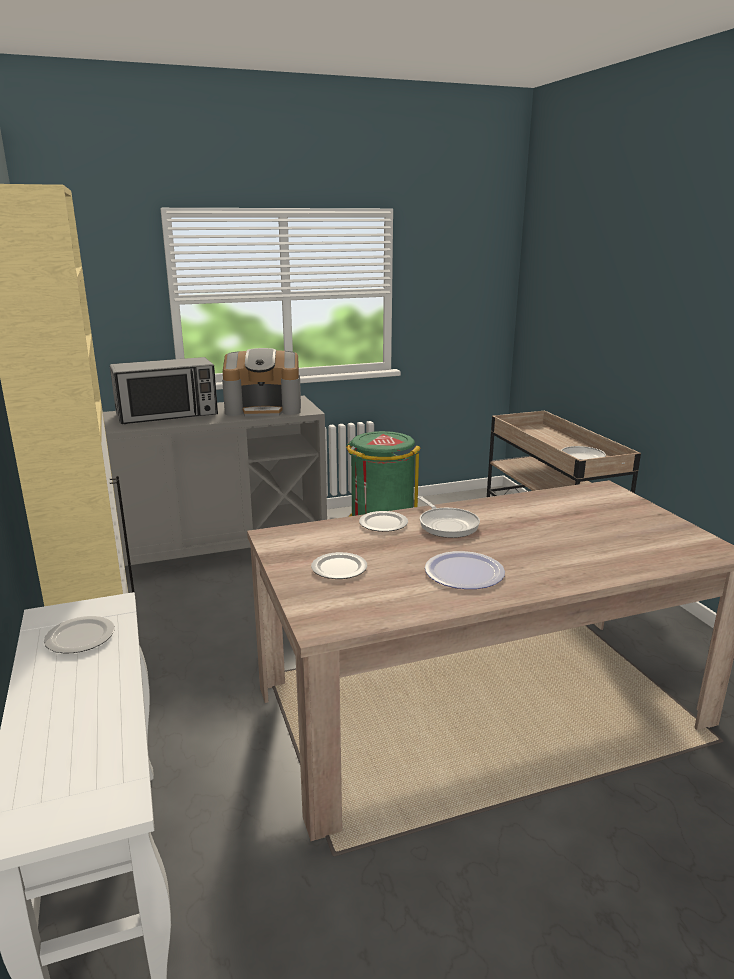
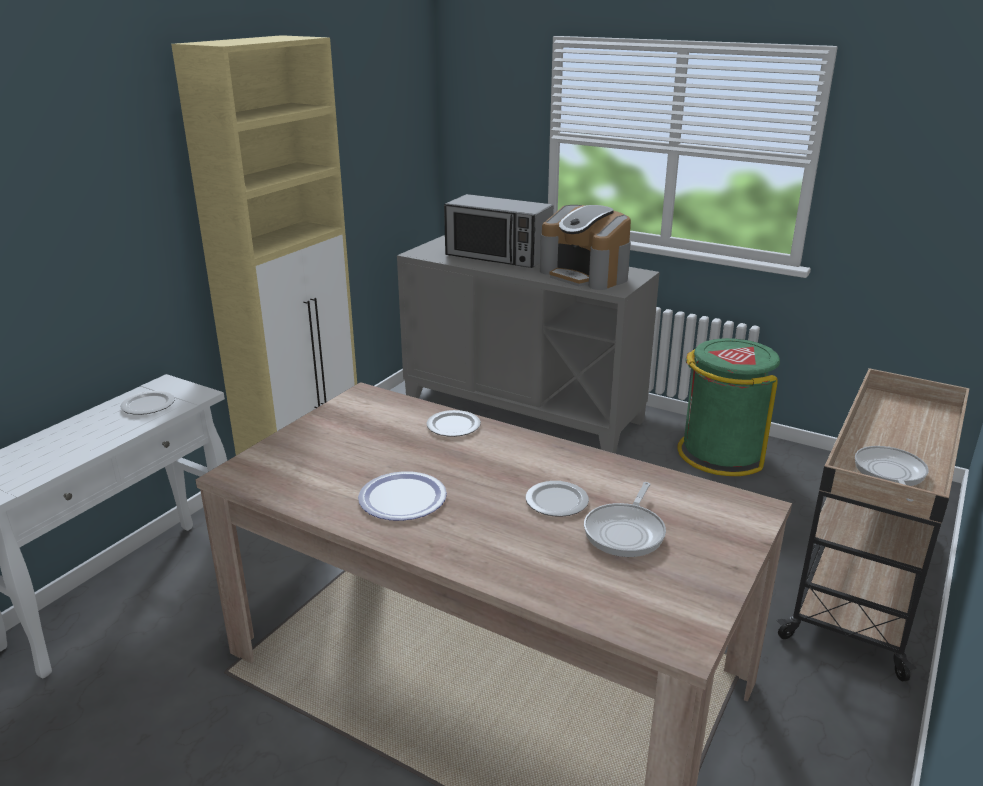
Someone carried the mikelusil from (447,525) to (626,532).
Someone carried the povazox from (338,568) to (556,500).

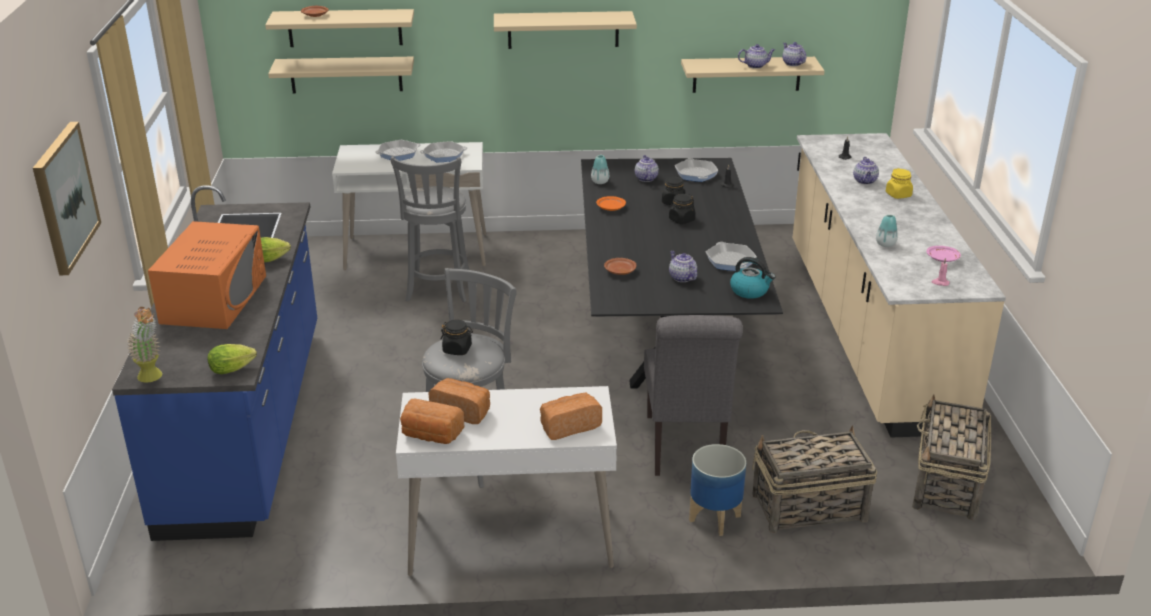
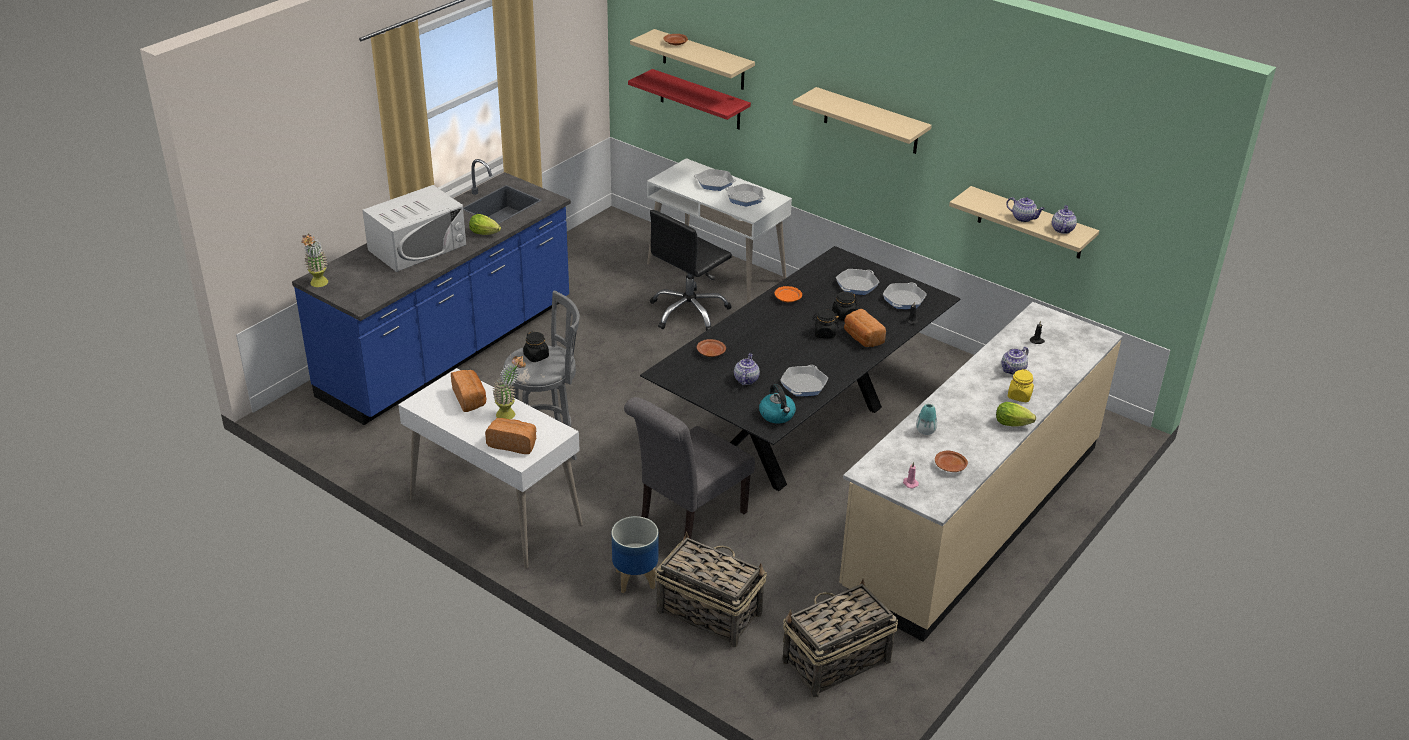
Someone repainted the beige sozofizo at (346,74), which became the red sozofizo at (700,100).
Someone took away the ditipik at (64,197).
Someone took away the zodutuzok at (600,182).
Someone swapped the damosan at (645,178) for the mikelusil at (856,285).
Someone swapped the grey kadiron at (438,290) for the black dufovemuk at (689,312).
Someone repainted the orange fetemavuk at (214,299), which became the white fetemavuk at (417,247).
Someone repainted the pink povazox at (943,259), which became the brown povazox at (950,466).
Someone carried the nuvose from (234,369) to (1014,424).
Someone carried the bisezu from (431,435) to (862,338).
Someone put down the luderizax at (511,414).

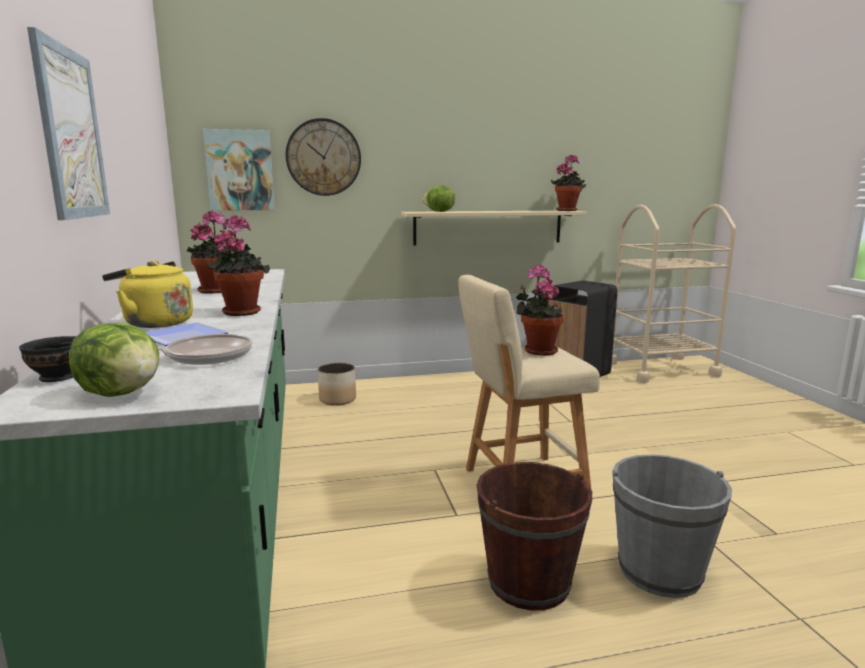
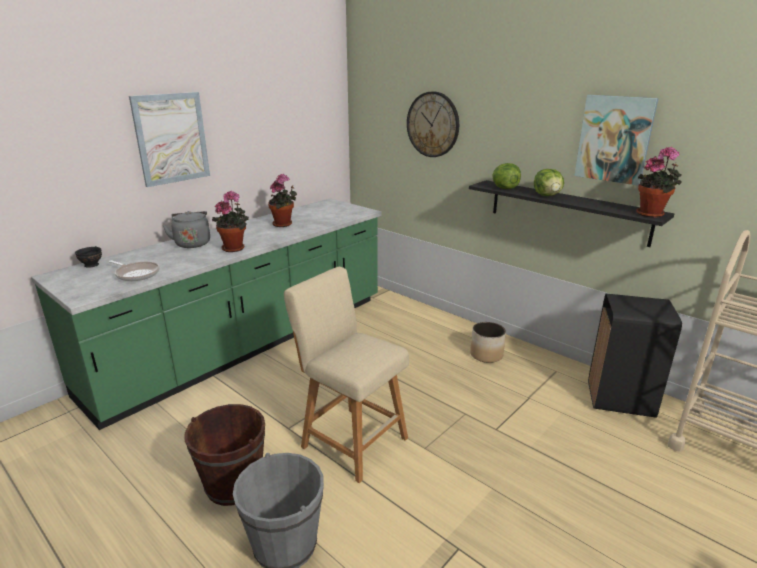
Someone carried the ditipik from (240,170) to (614,139).
Someone repainted the beige sozofizo at (488,227), which became the black sozofizo at (567,211).
Someone repainted the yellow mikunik at (155,323), which became the grey mikunik at (192,243).
Someone took away the luderizax at (537,351).
Someone carried the nuvose from (123,393) to (547,195).
Someone took away the povazox at (184,337).
Someone carried the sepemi from (337,399) to (486,355).

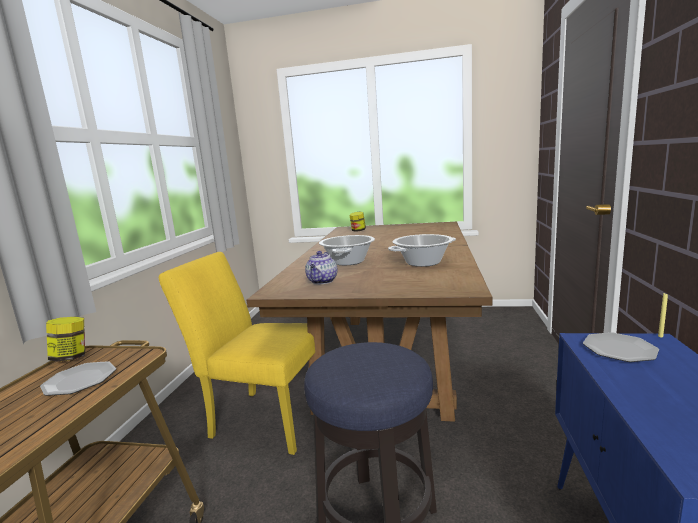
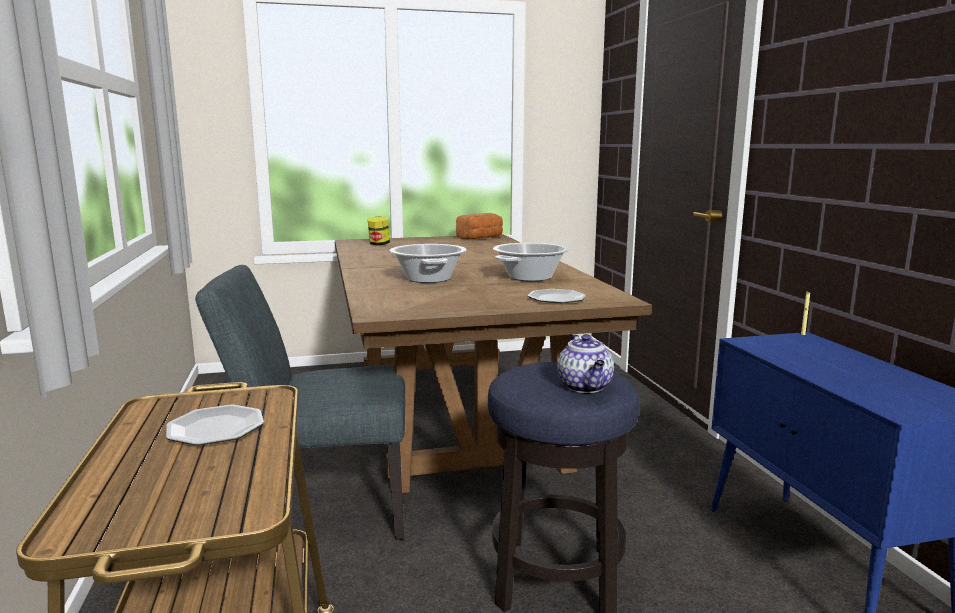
Someone carried the damosan from (322,281) to (585,387).
Someone repainted the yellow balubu at (262,418), which became the grey balubu at (322,510).
Someone took away the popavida at (71,357).
Someone carried the povazox from (619,350) to (556,299).
Someone put down the bisezu at (481,238).

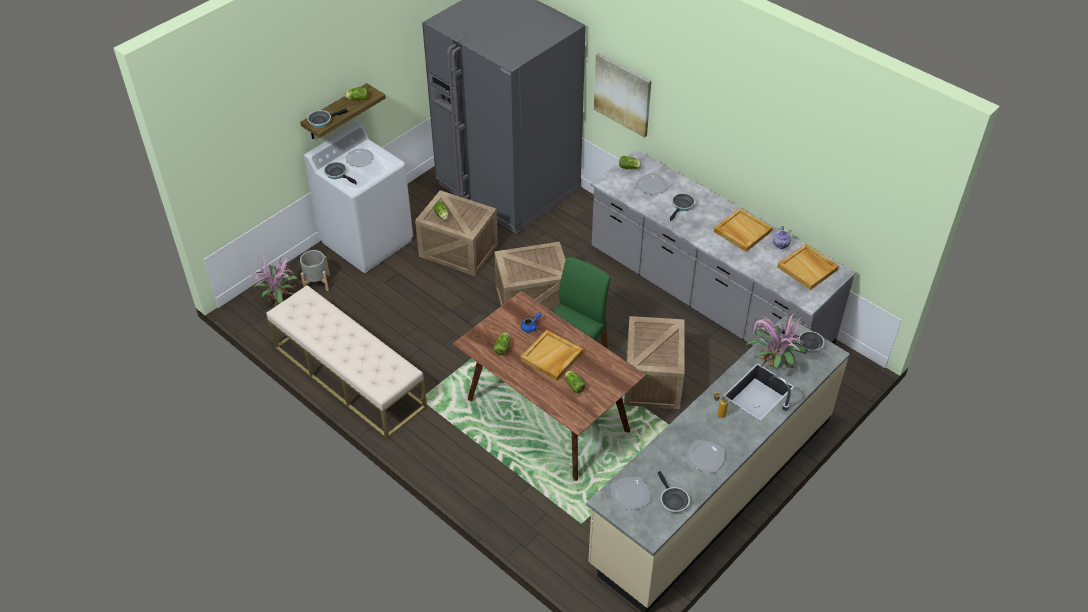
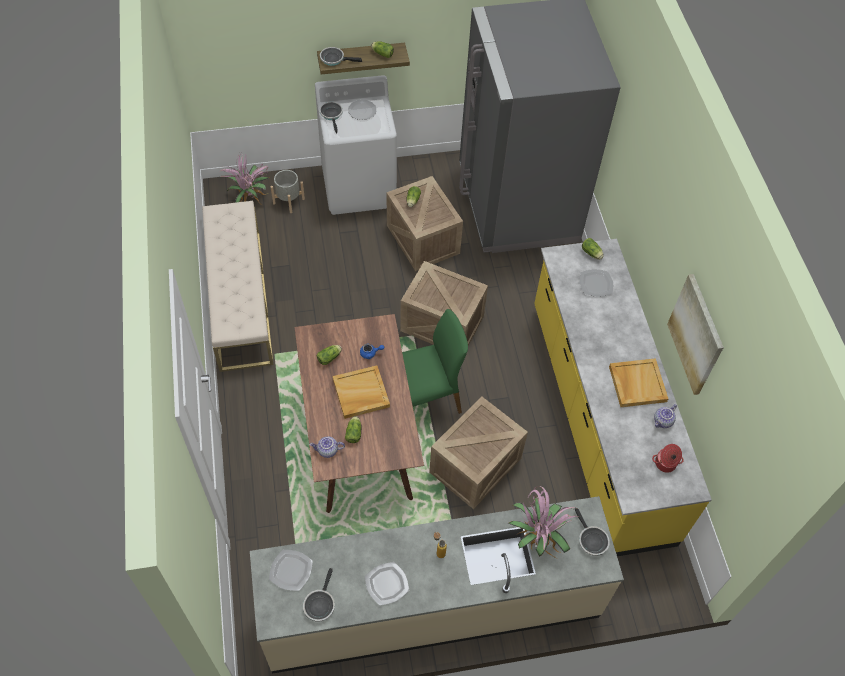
Someone carried the ditipik from (623,94) to (696,334).
Someone repainted the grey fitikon at (707,298), which became the yellow fitikon at (598,420).
Someone took away the mikelusil at (682,206).
Someone swapped the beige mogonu at (808,268) for the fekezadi at (665,464).
Someone put down the damosan at (327,451).

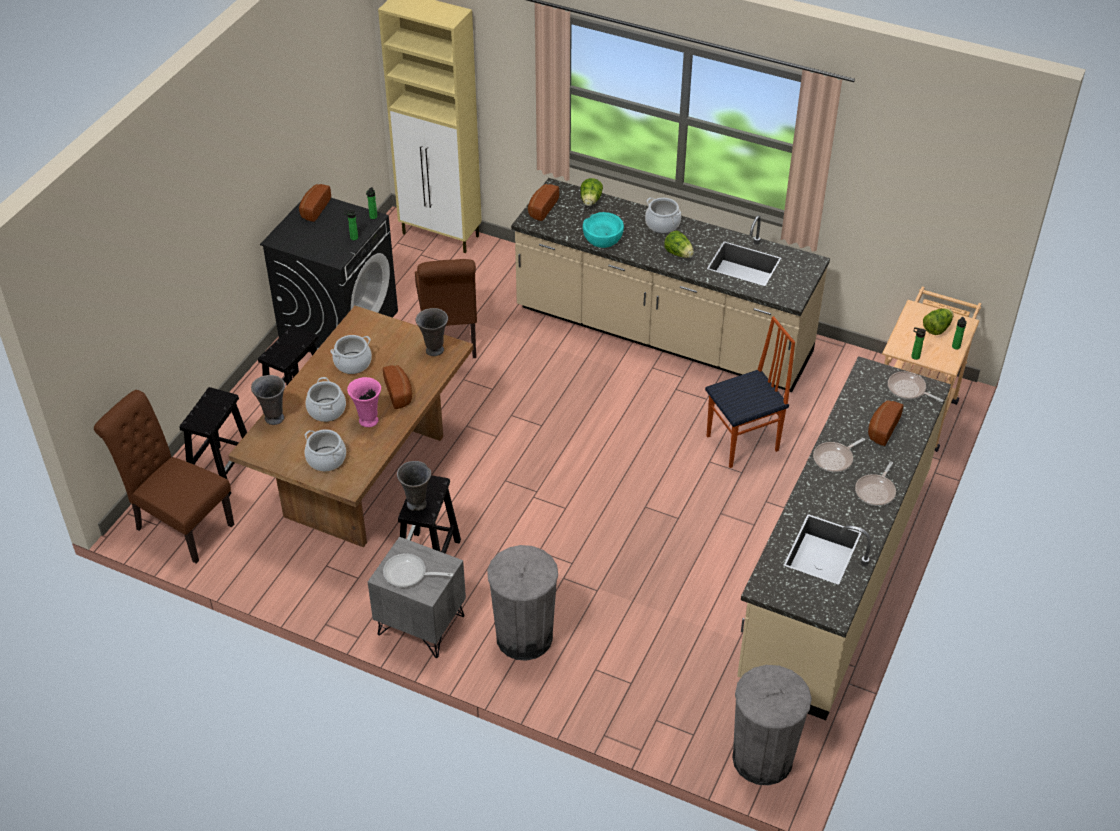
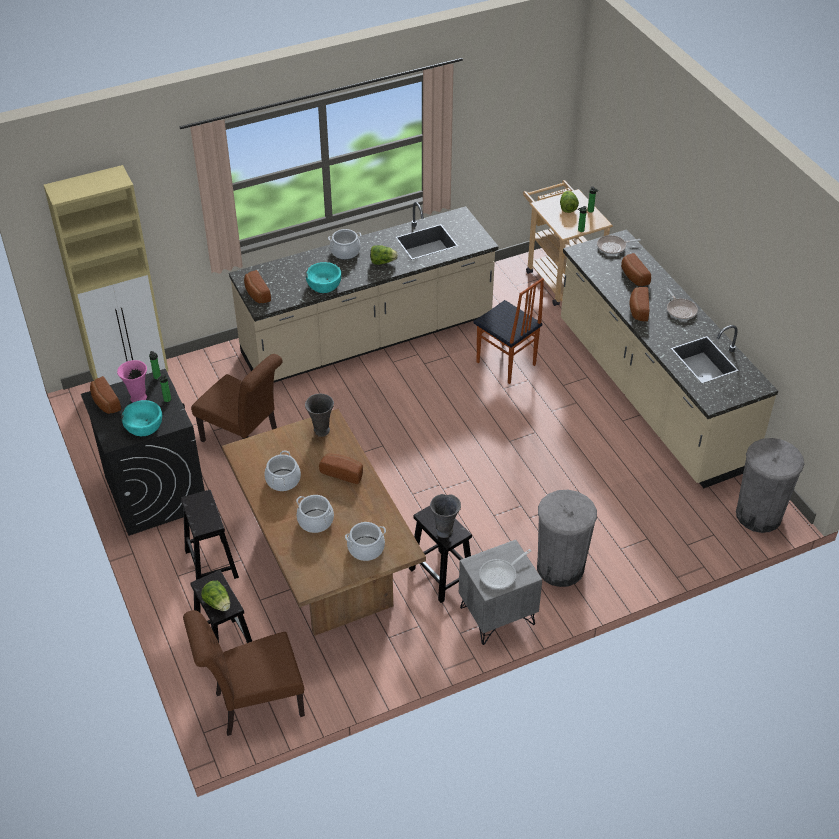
Someone carried the nuvose from (590,201) to (218,603).
Someone rotated the balubu at (743,444) by 120 degrees clockwise.
Someone took away the grey zodutuzok at (273,418).
Someone carried the pink zodutuzok from (368,420) to (138,398).
Someone swapped the mikelusil at (835,459) for the bisezu at (637,310).
Someone put down the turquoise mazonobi at (143,426).

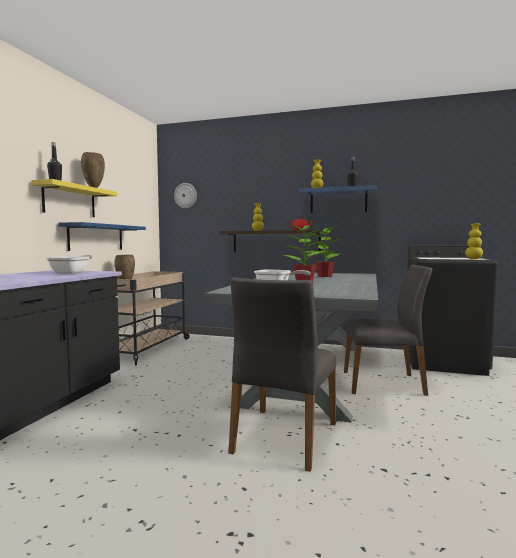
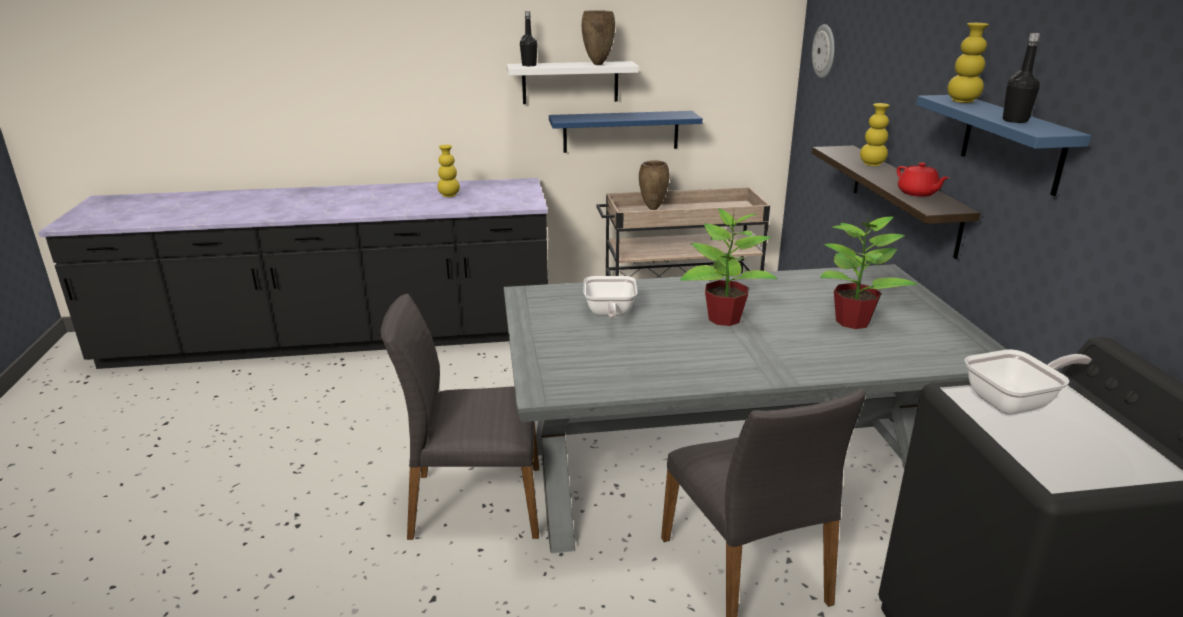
Someone repainted the yellow sozofizo at (69,201), which became the white sozofizo at (570,82).
Someone carried the yellow zodutuzok from (473,259) to (449,195).
Someone carried the mikelusil from (72,273) to (1016,402).

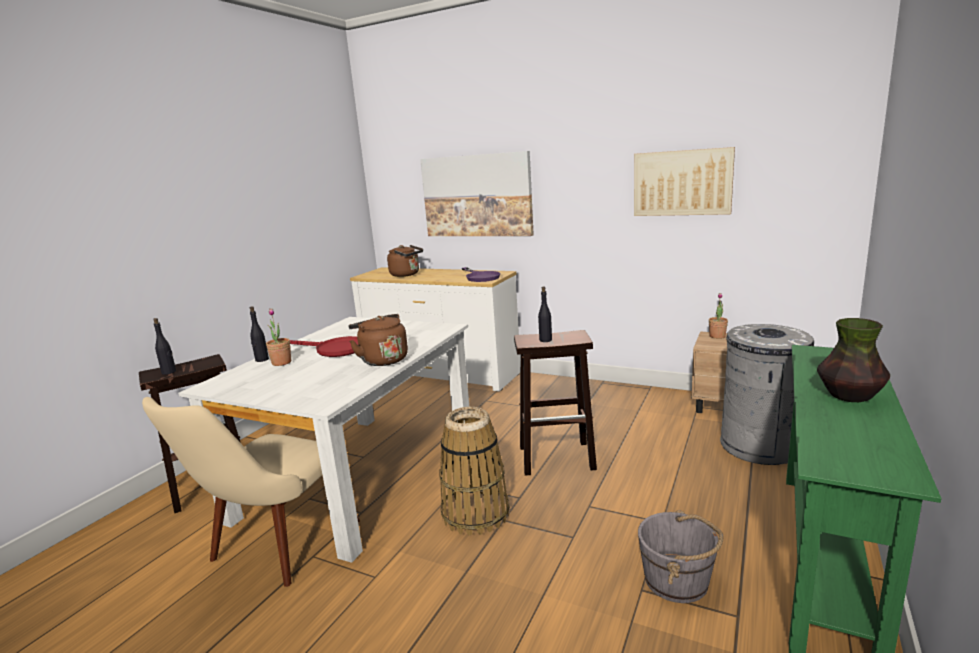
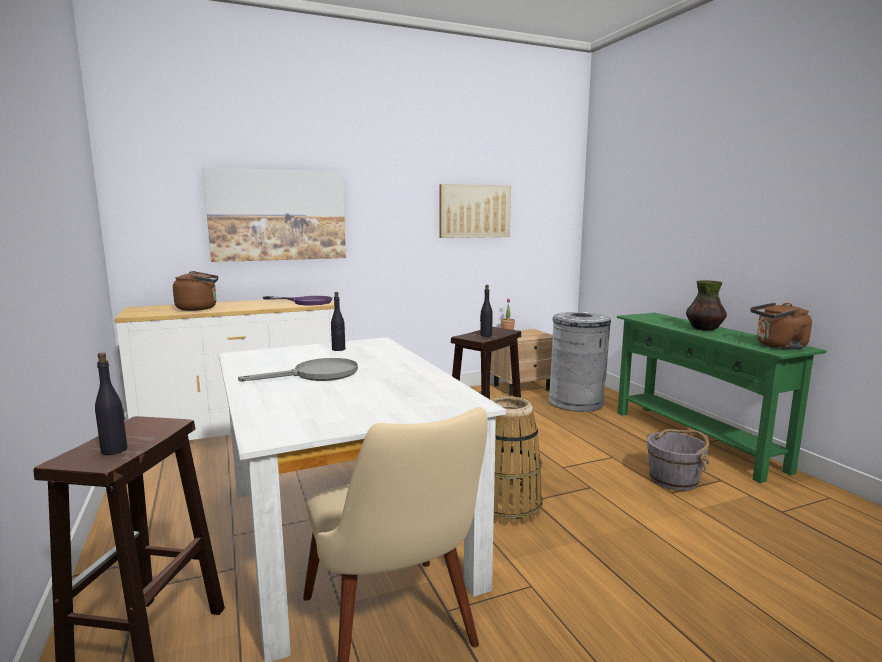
Someone carried the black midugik from (262,360) to (338,349).
Someone took away the luderizax at (281,362).
Someone carried the brown mikunik from (382,360) to (778,346).
Someone repainted the red mikelusil at (335,349), which became the grey mikelusil at (317,375).

